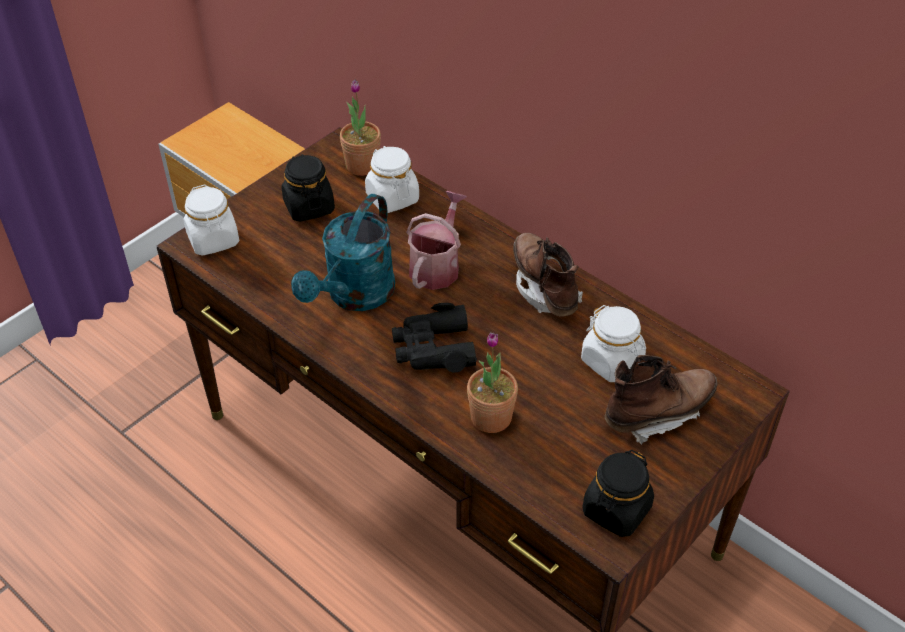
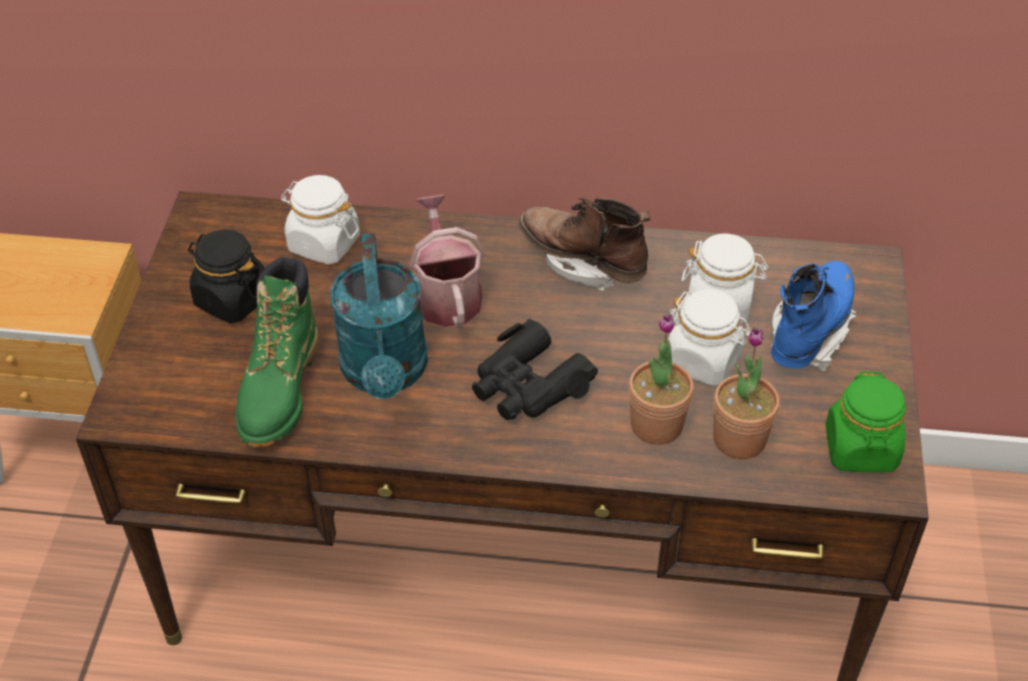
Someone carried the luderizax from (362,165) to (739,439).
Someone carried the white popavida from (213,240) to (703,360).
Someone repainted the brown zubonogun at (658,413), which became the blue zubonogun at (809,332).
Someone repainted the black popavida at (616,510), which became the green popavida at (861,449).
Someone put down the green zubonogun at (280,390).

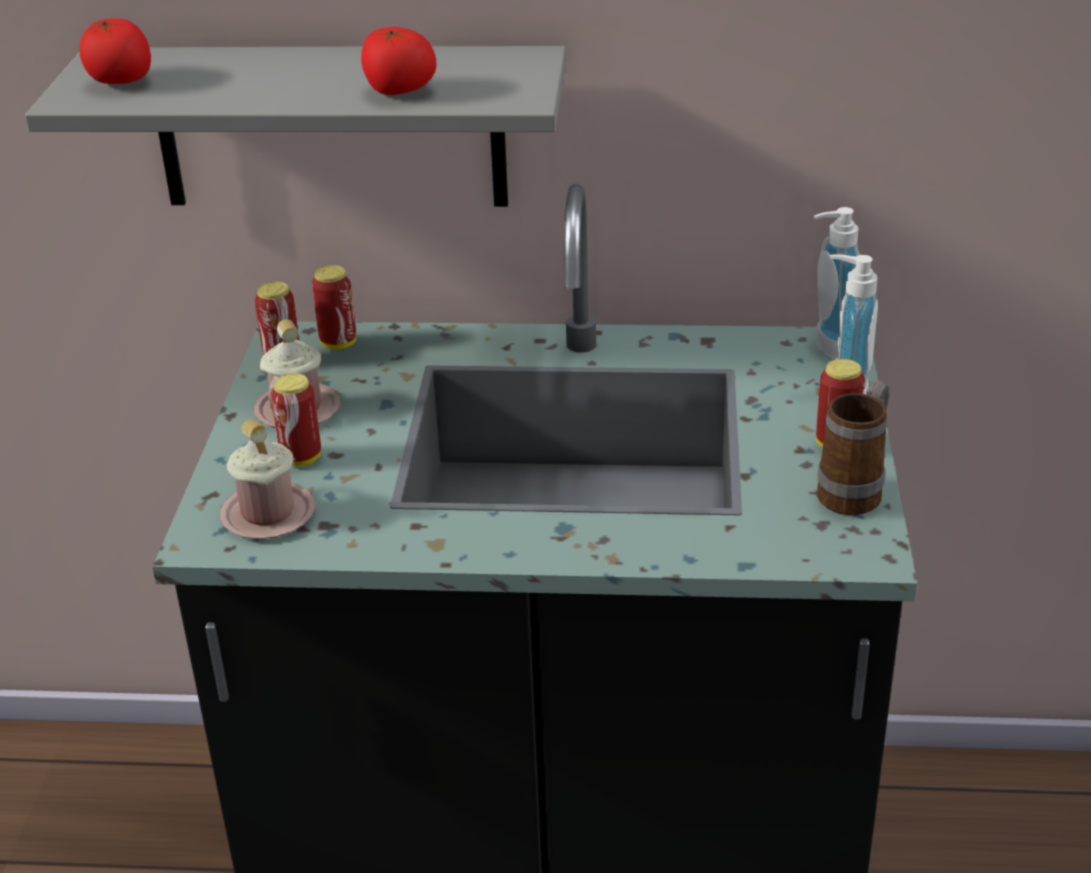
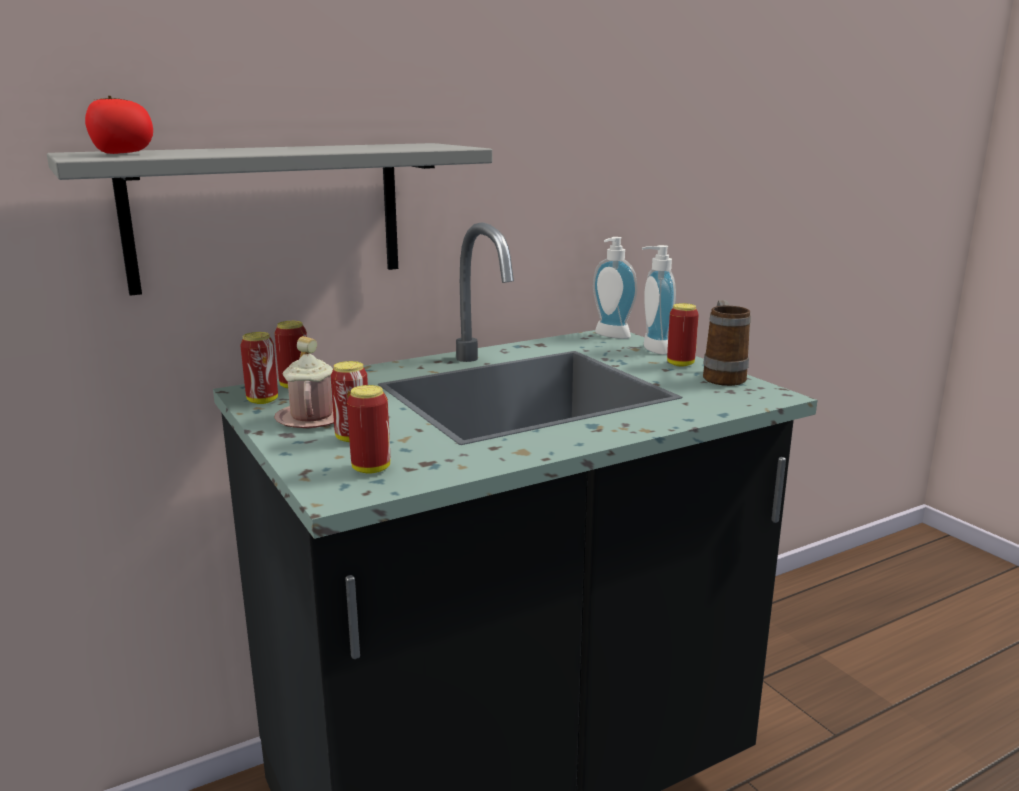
Someone took away the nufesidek at (398,91).
Someone swapped the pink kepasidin at (268,514) for the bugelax at (371,469).

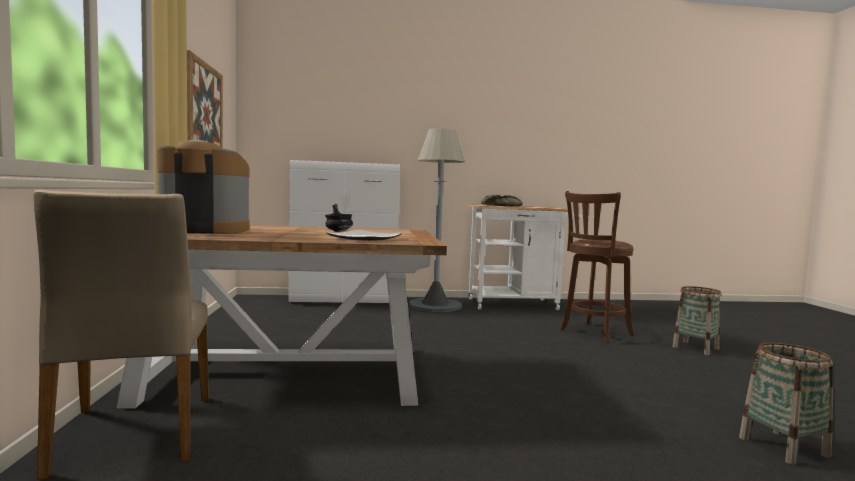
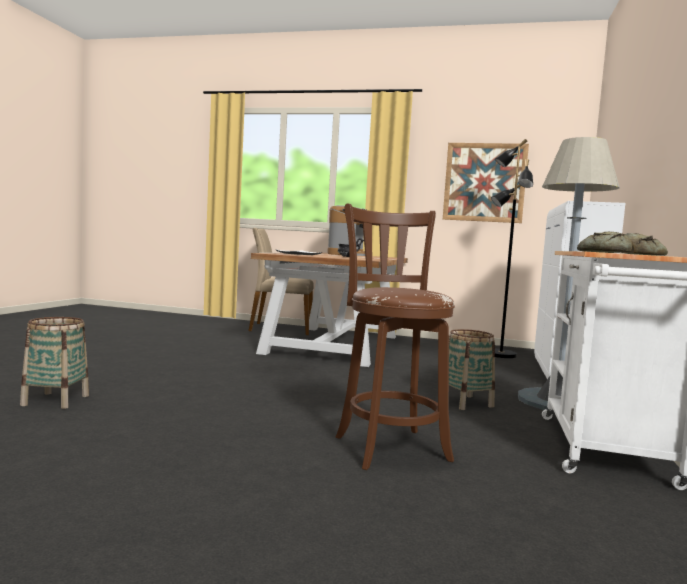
Someone carried the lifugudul from (695,348) to (465,402).
Someone put down the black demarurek at (499,354).

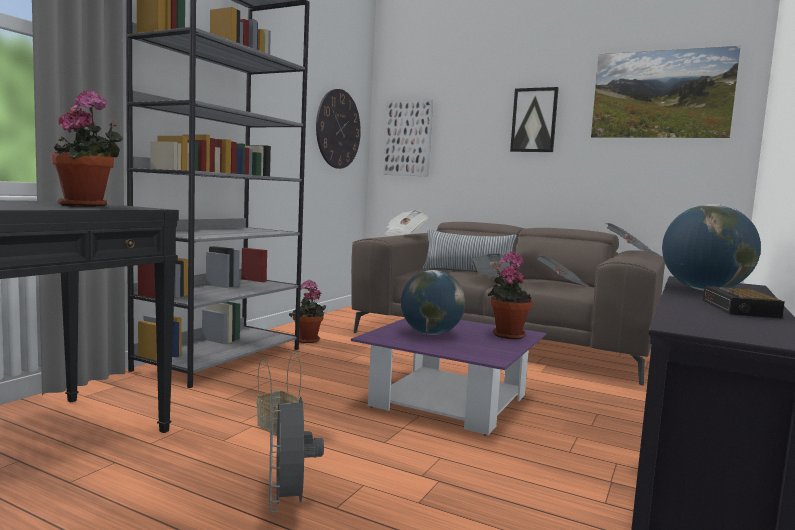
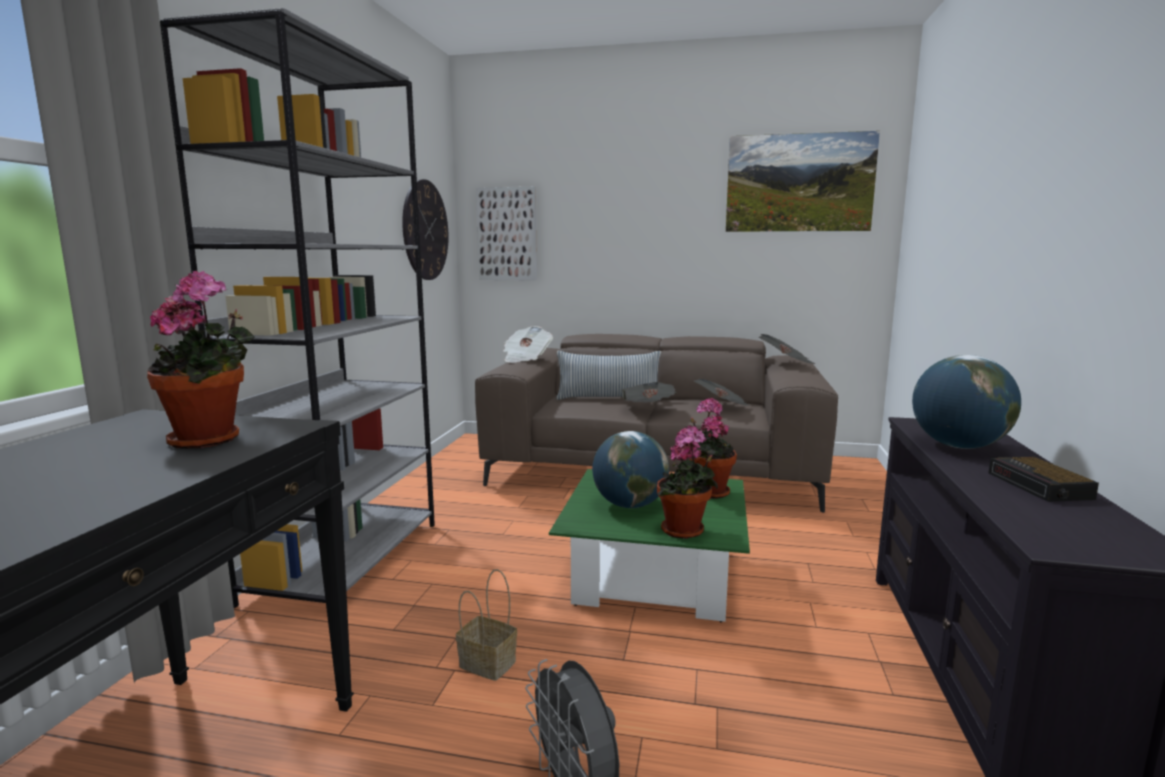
Someone took away the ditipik at (534,120).
Someone carried the luderizax from (307,341) to (685,532).
Someone repainted the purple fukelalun at (449,401), which became the green fukelalun at (653,576).

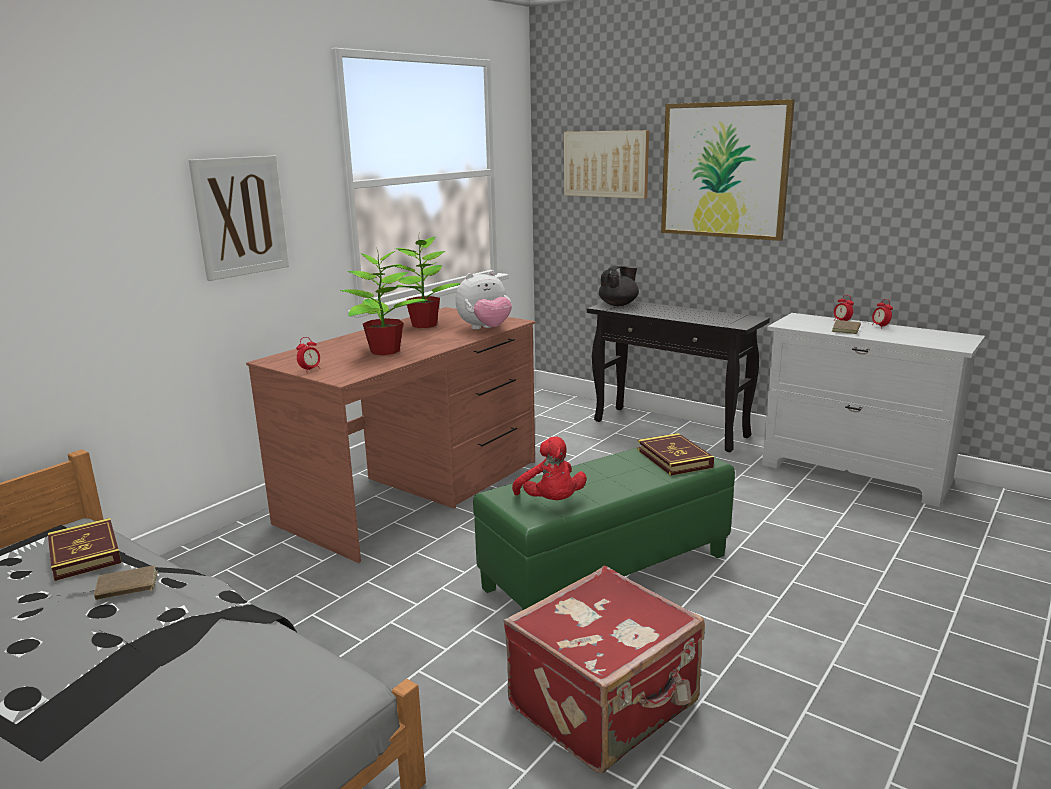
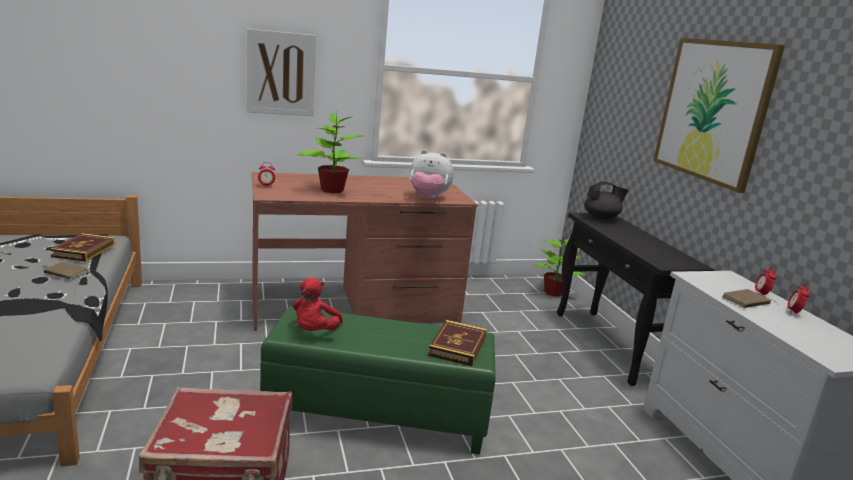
Someone took away the ditipik at (606,164).
Someone carried the luderizax from (425,324) to (553,292).

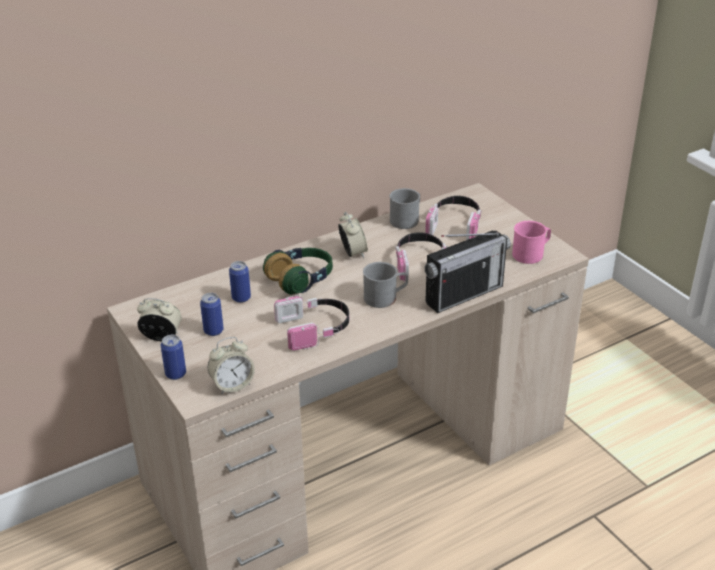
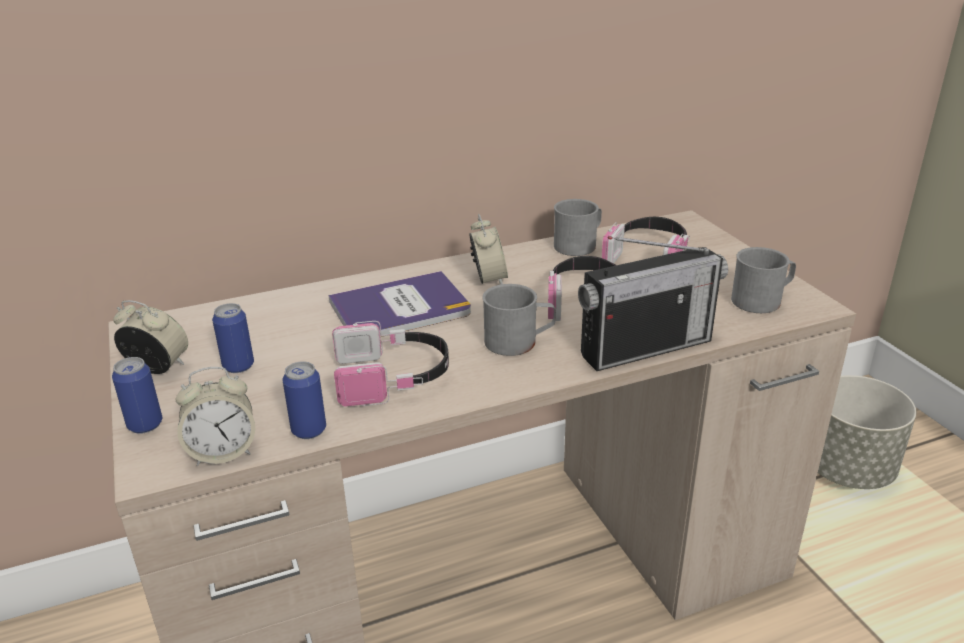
Someone repainted the pink kepasidin at (531,253), which became the grey kepasidin at (762,300).
Someone swapped the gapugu at (301,280) for the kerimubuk at (400,308).
Someone carried the bugelax from (241,298) to (309,430).
Someone put down the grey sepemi at (848,470).

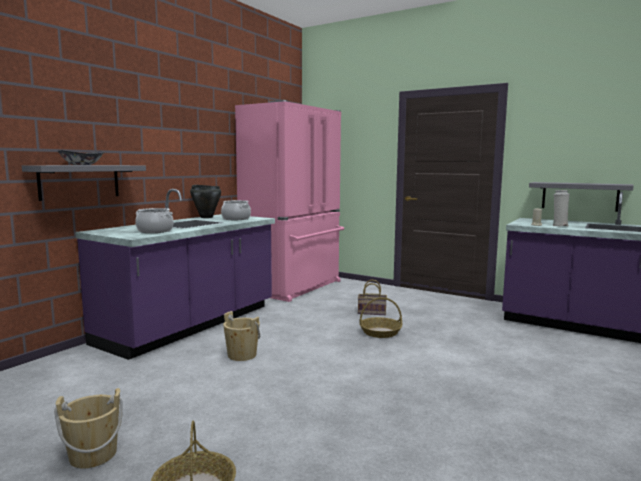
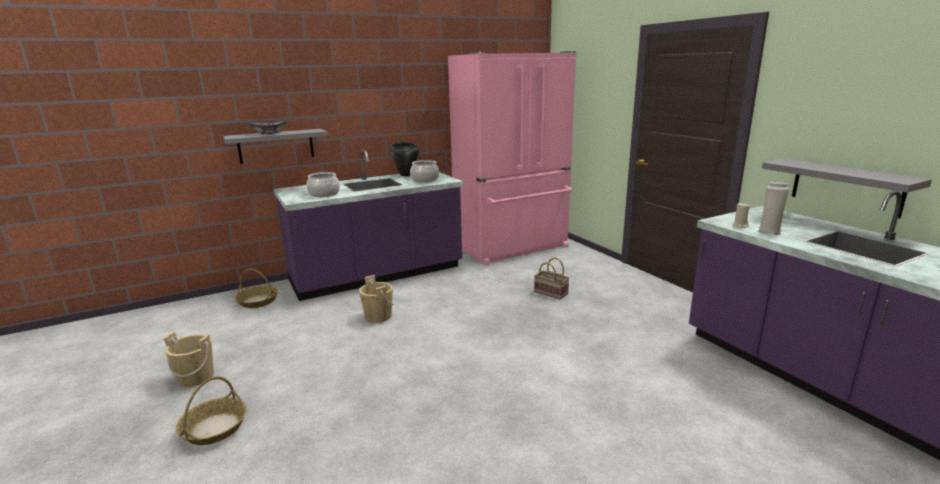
Someone carried the lifugudul from (380,332) to (258,301).

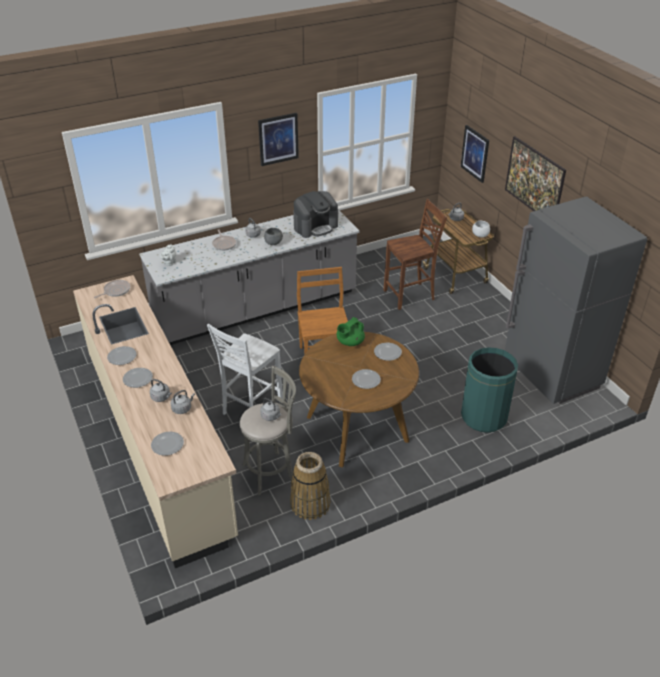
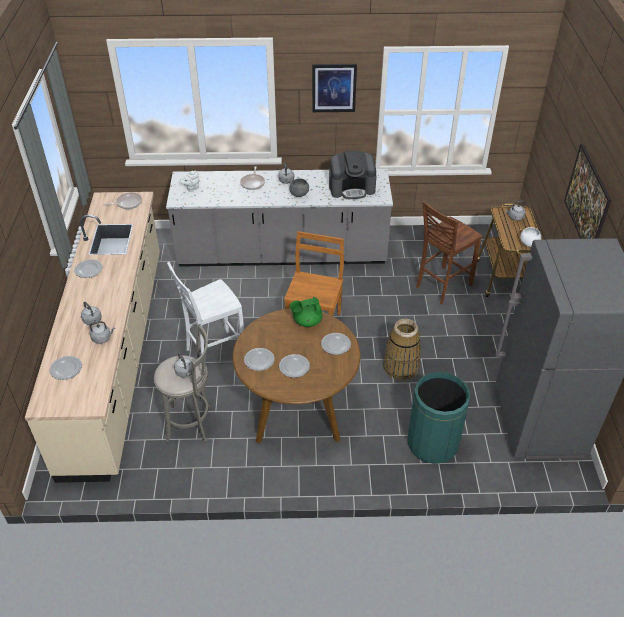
Someone took away the ditipik at (475,153).
Someone rotated the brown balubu at (410,296) by 135 degrees clockwise.
Someone carried the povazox from (138,378) to (259,360).
Someone carried the lifugudul from (310,503) to (401,366).

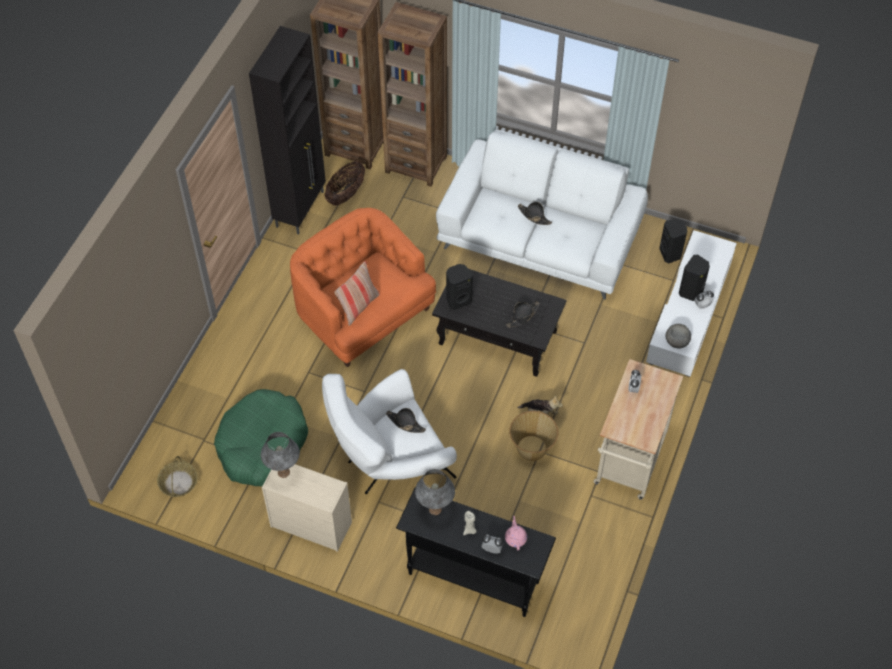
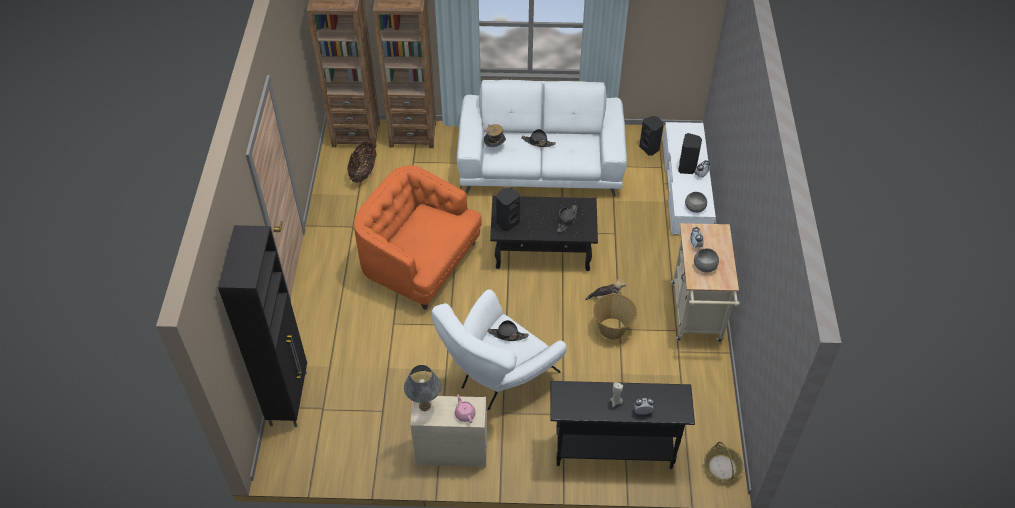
Someone carried the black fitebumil from (301,208) to (289,398).
Someone took away the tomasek at (358,306).
Someone took away the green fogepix at (262,445).
Someone carried the lifugudul from (178,482) to (722,467).
Someone took away the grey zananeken at (435,509).
Someone carried the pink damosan from (515,538) to (465,414).
Someone put down the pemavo at (494,147).
Someone put down the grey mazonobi at (704,266).

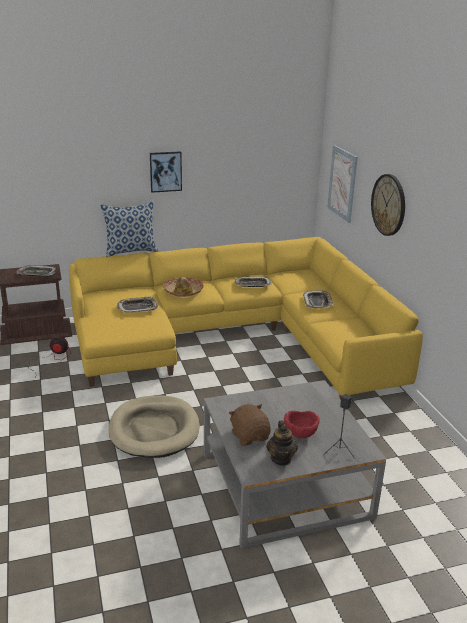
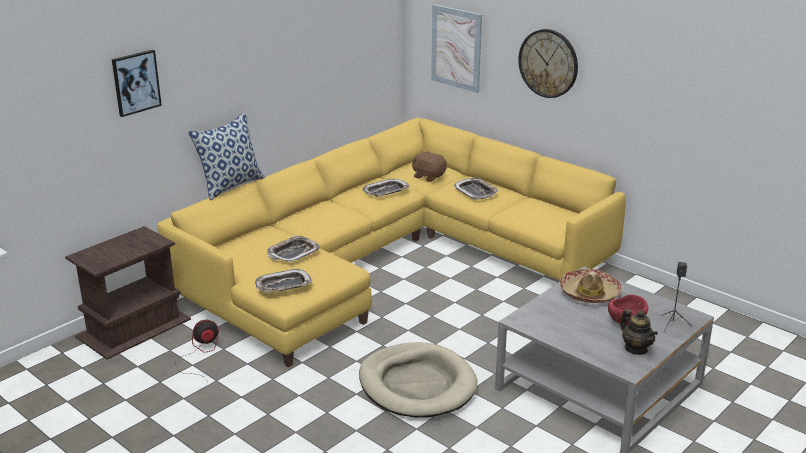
Someone carried the ditipik from (165,171) to (136,82).
Someone carried the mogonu from (36,274) to (283,285).
Someone carried the pemavo from (183,291) to (589,293).
Someone carried the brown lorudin from (250,436) to (428,176).

